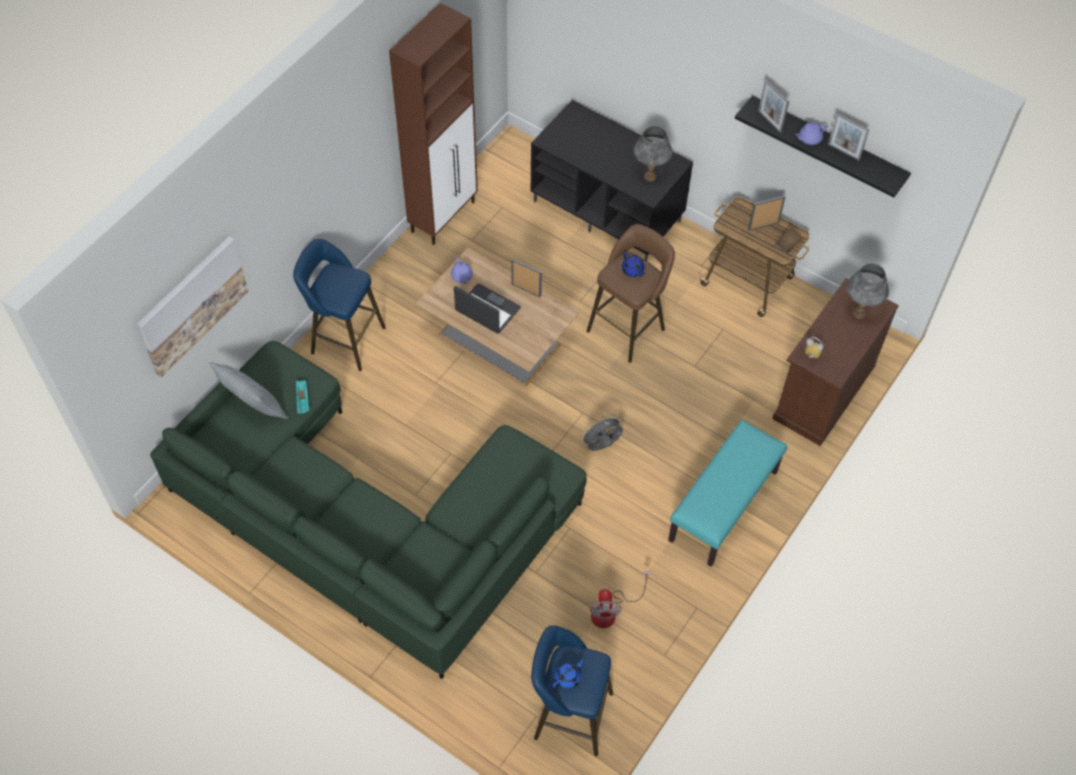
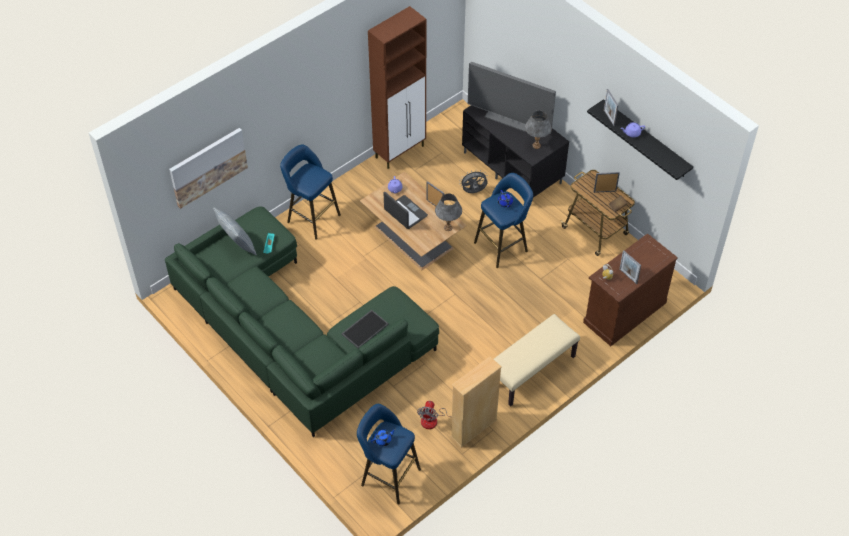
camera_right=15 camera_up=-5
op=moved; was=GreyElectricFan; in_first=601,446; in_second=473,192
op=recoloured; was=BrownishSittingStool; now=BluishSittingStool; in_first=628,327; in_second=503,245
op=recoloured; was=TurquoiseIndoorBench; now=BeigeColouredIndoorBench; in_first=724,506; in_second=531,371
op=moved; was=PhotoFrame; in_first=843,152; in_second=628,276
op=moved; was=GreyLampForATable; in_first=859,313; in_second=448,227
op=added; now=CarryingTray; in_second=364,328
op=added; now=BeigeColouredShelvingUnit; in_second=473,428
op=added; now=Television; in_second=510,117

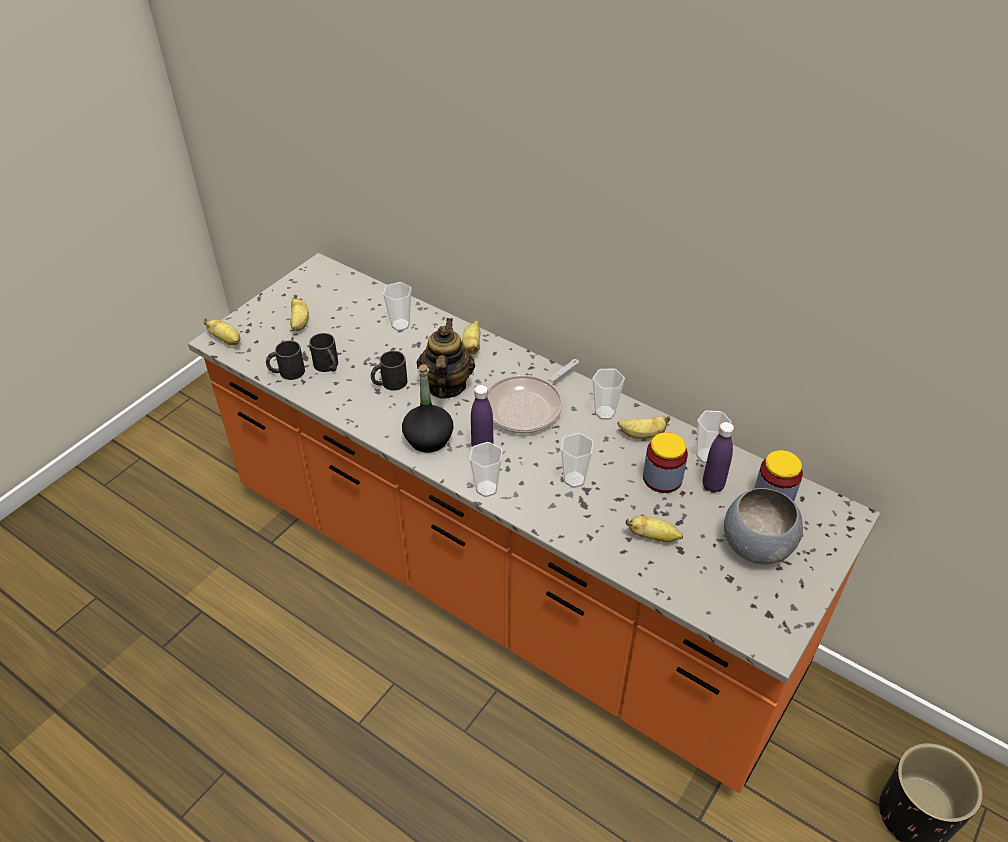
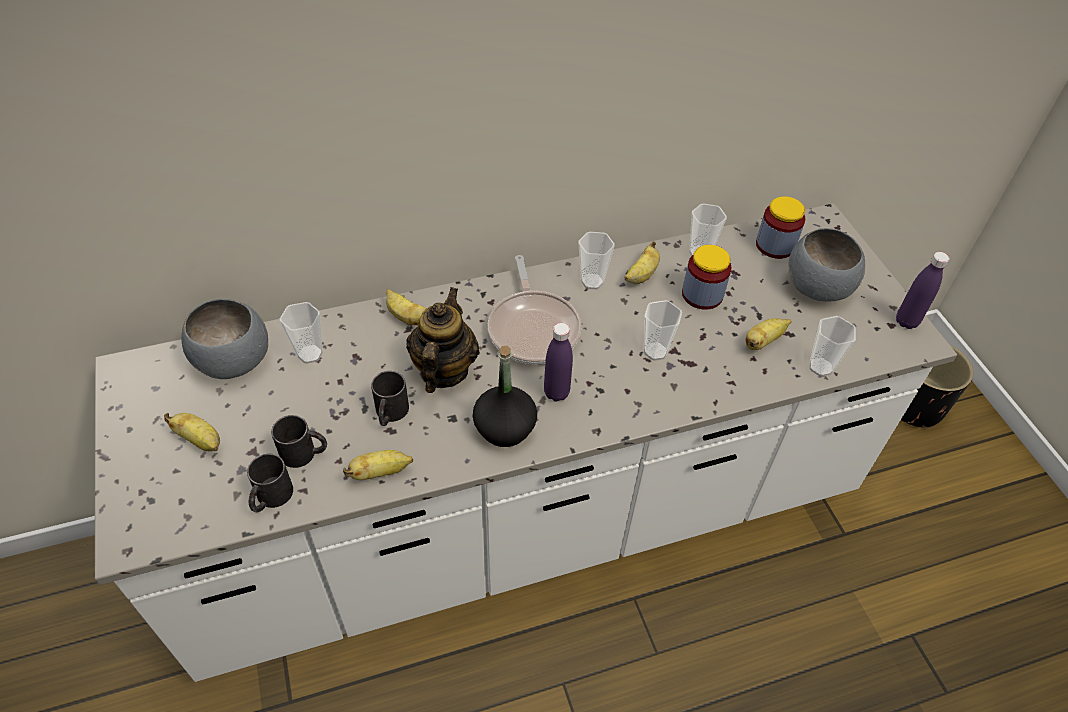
camera_right=-55 camera_up=5
op=recoloured; was=OrangeColouredKitchenBaseUnit; now=WhitishKitchenBaseUnit; in_first=504,582; in_second=527,517
op=moved; was=Banana; in_first=227,340; in_second=380,472
op=turned; was=Teapot; in_first=446,386; in_second=443,370; clockwise=60
op=moved; was=SmallCup; in_first=486,488; in_second=820,367
op=moved; was=PurplishDrinkBottle; in_first=712,485; in_second=906,321
op=added; now=GreyDeepDish; in_second=233,361

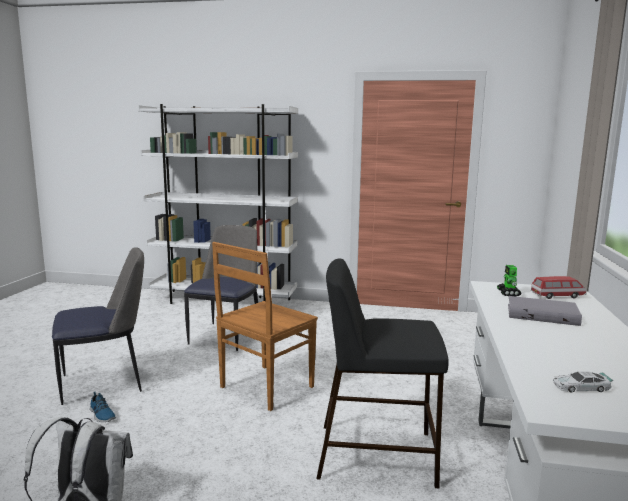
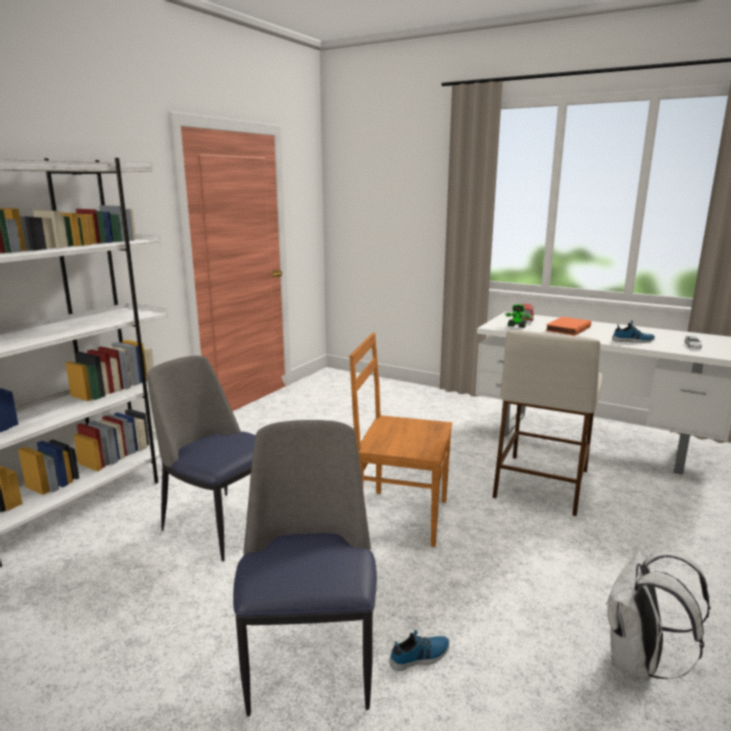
camera_right=-70 camera_up=5
op=turned; was=BrownishChair; in_first=265,388; in_second=400,516; clockwise=135
op=recoloured; was=BlackishSittingStool; now=BeigeColouredSittingStool; in_first=378,454; in_second=541,482
op=recoloured; was=GreyBoundBook; now=OrangeColouredBoundBook; in_first=542,314; in_second=567,329
op=added; now=Shoe; in_second=633,341

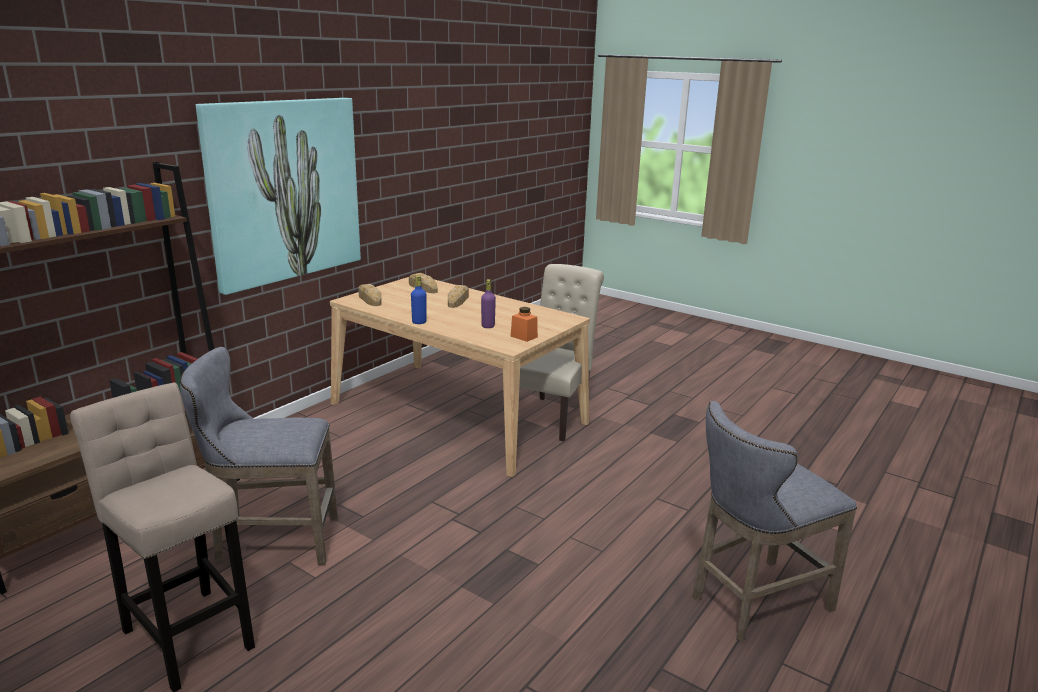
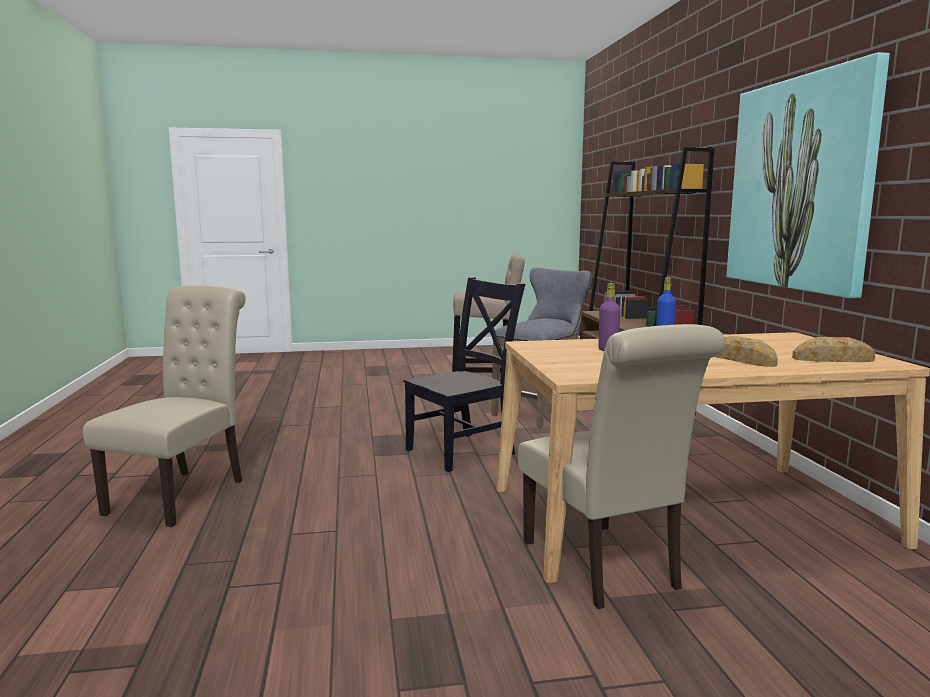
camera_right=135 camera_up=-10
op=removed; was=BakeryBread; in_first=369,299
op=removed; was=OrangeColouredPreserveJar; in_first=524,336
op=replaced; was=GreySittingStool; now=BeigeColouredChair; in_first=753,603; in_second=183,493
op=added; now=BlackishChair; in_second=464,451

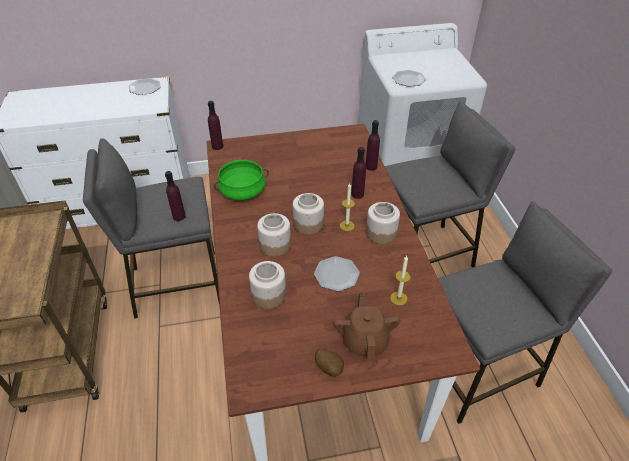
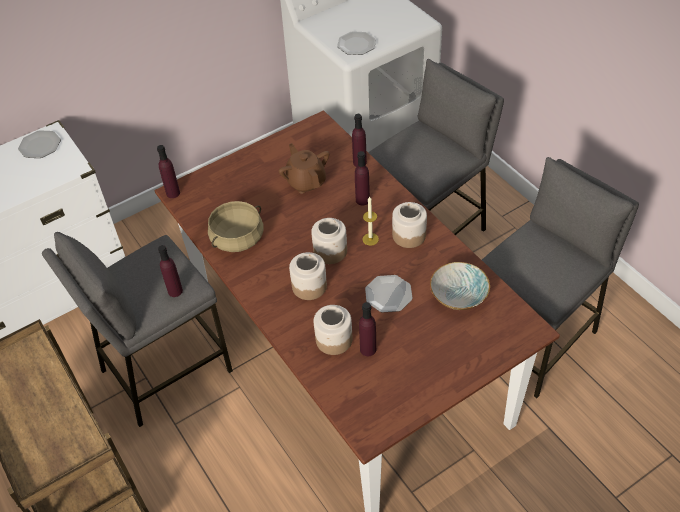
camera_right=-20 camera_up=5
op=recoloured; was=GreenColouredCookingPot; now=BeigeColouredCookingPot; in_first=242,192; in_second=237,239
op=removed; was=Potato; in_first=330,368
op=moved; was=BrownishTeapot; in_first=365,340; in_second=306,182
op=replaced; was=WaxLight; now=DeepDish; in_first=398,298; in_second=459,296
op=added; now=PurplishDrinkBottle; in_second=368,349

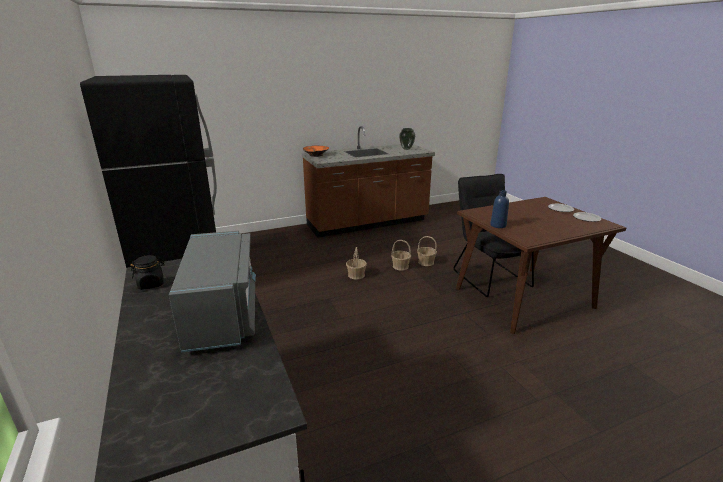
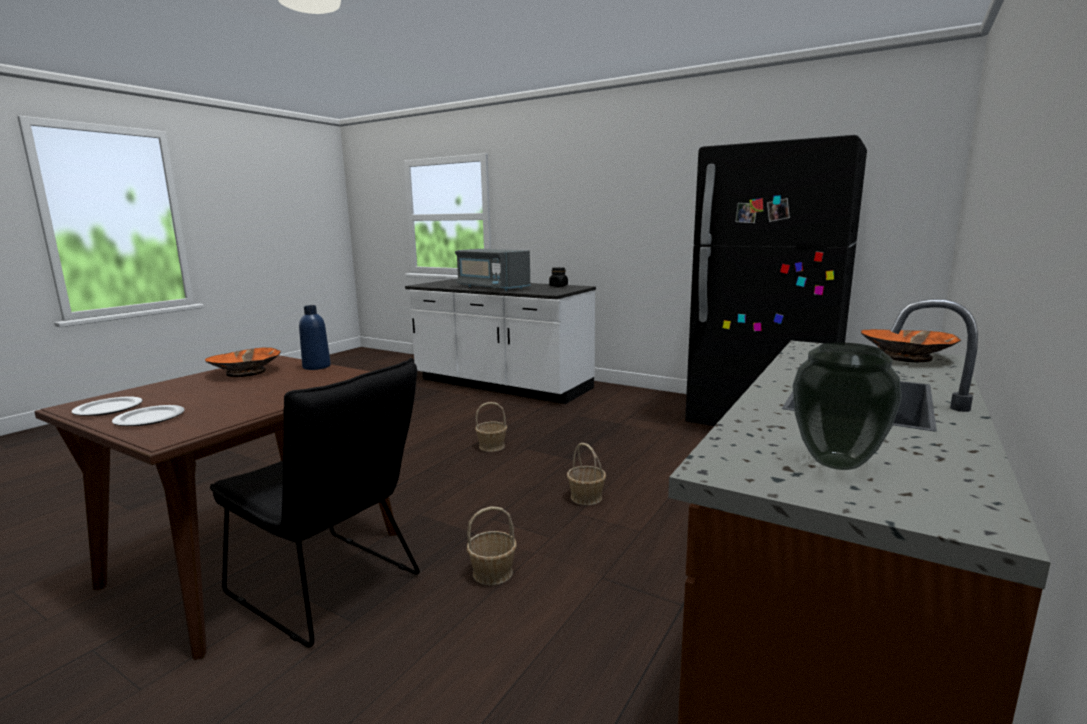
camera_right=145 camera_up=-10
op=moved; was=StorageBasket; in_first=400,266; in_second=492,446
op=added; now=OrangeColouredDeepDish; in_second=246,372

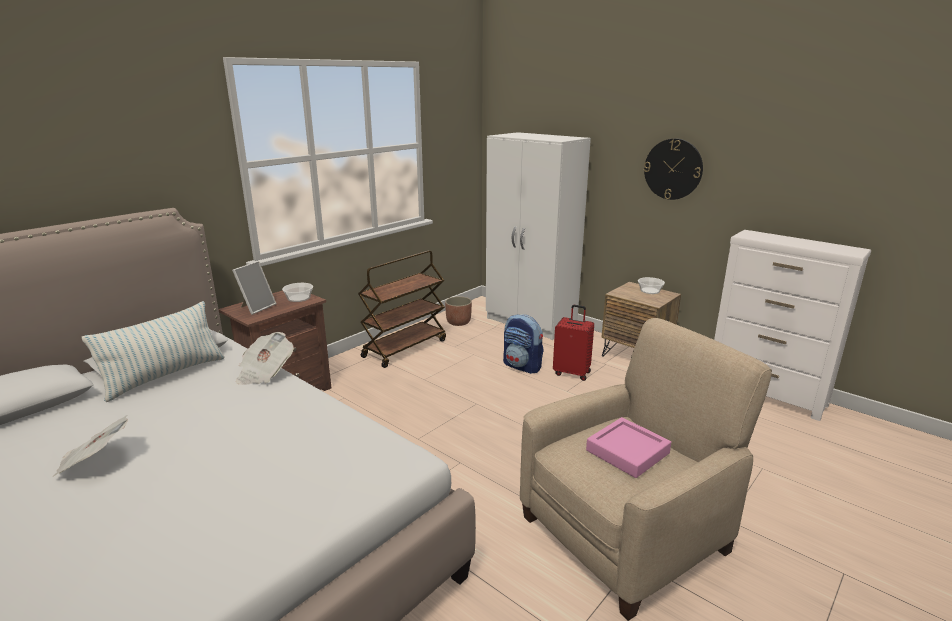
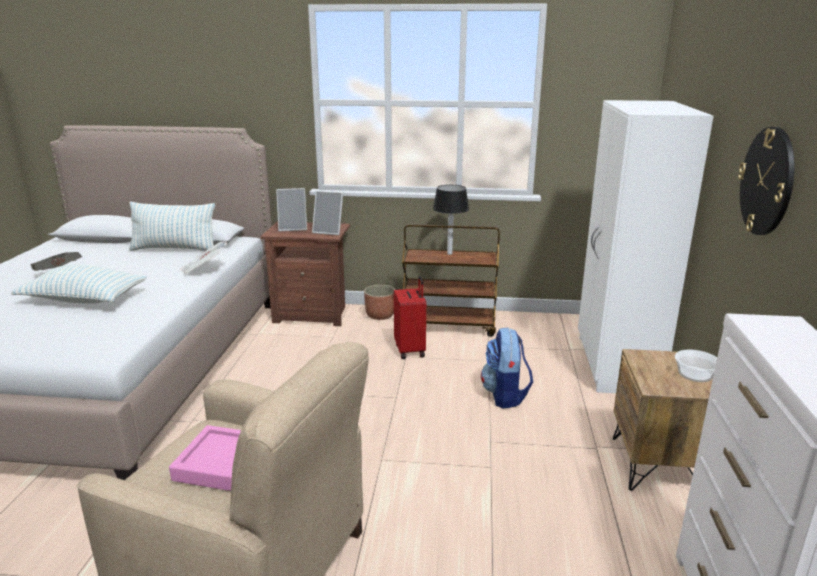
camera_right=55 camera_up=0
op=replaced; was=DeepDish; now=PhotoFrame; in_first=299,298; in_second=329,231
op=moved; was=Planter; in_first=458,322; in_second=380,315
op=moved; was=ReddishTravelCase; in_first=572,373; in_second=410,350
op=added; now=Cushion; in_second=84,300
op=added; now=LampForATable; in_second=450,253

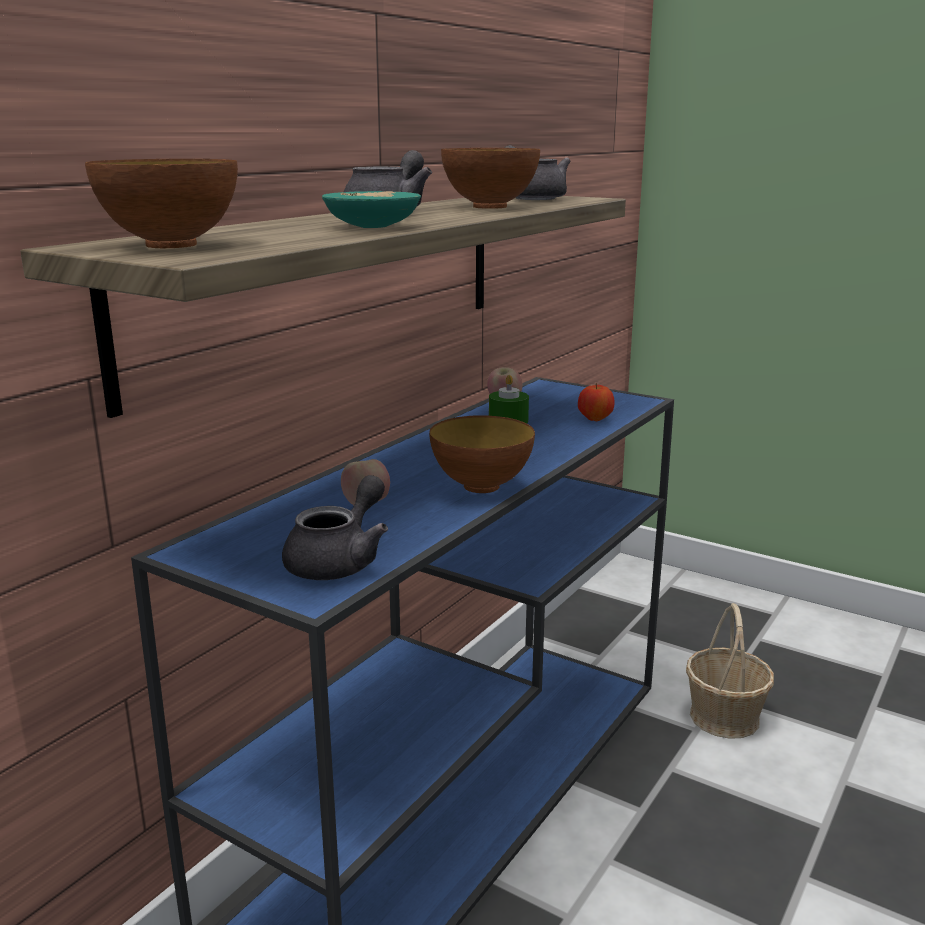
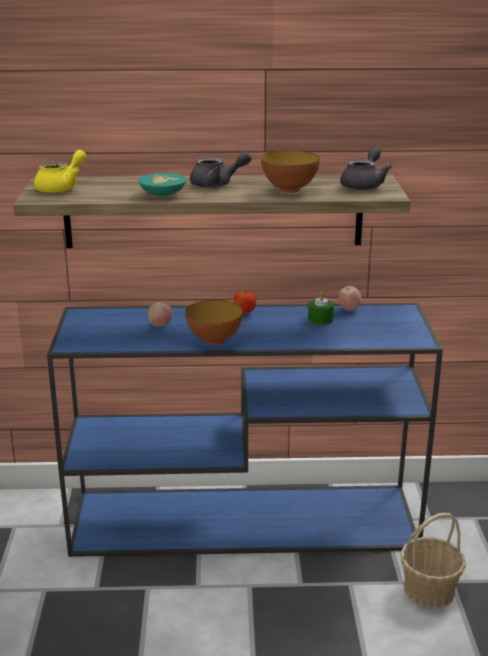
camera_right=55 camera_up=5
op=replaced; was=DeepDish; now=YellowColouredTeapot; in_first=171,245; in_second=62,188
op=removed; was=GreyTeapot; in_first=340,561
op=moved; was=Apple; in_first=595,420; in_second=244,312

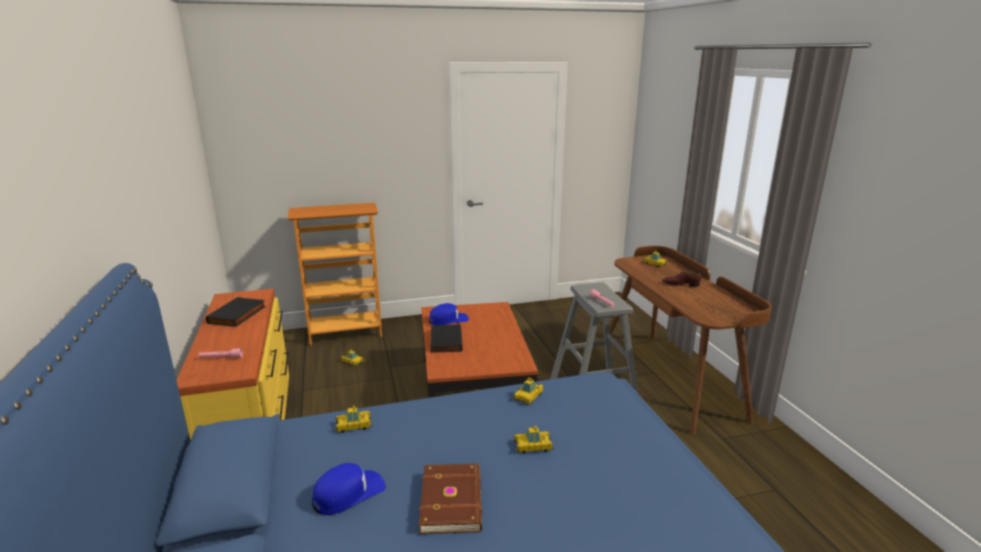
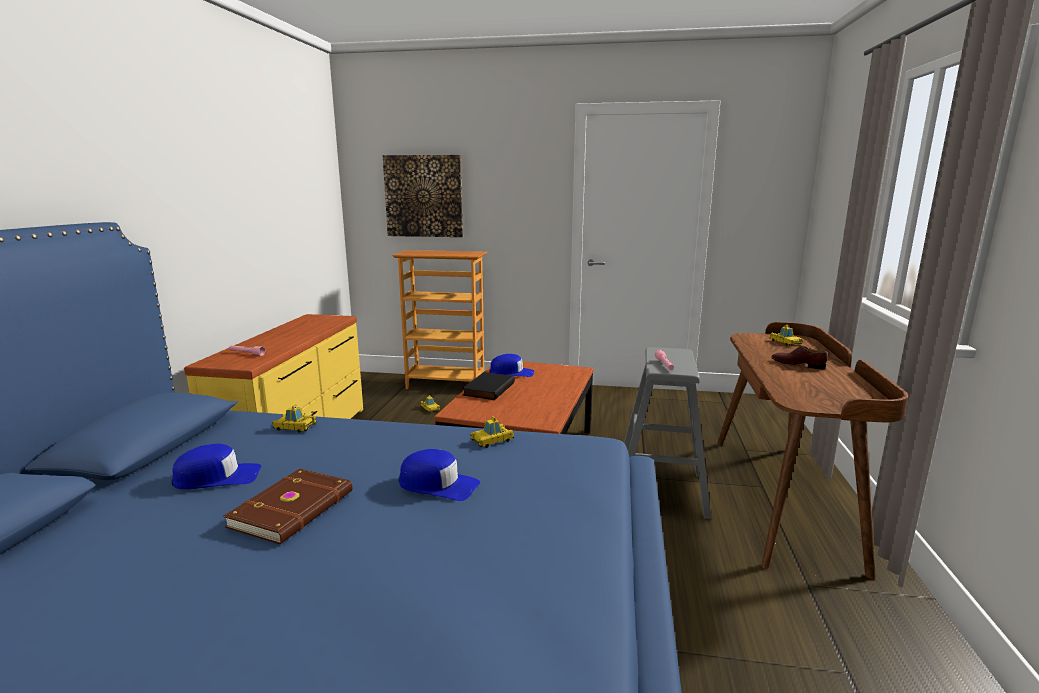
camera_right=25 camera_up=-5
op=removed; was=BlackishBoundBook; in_first=238,315
op=replaced; was=ModelCar; now=BluishPeakedCap; in_first=533,446; in_second=438,485
op=added; now=WallPicture; in_second=424,196

